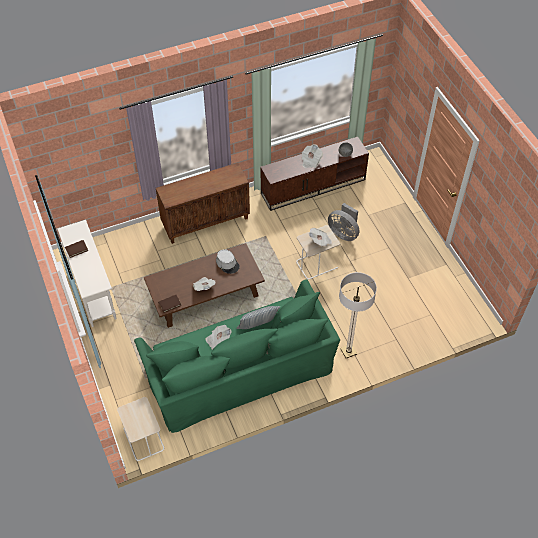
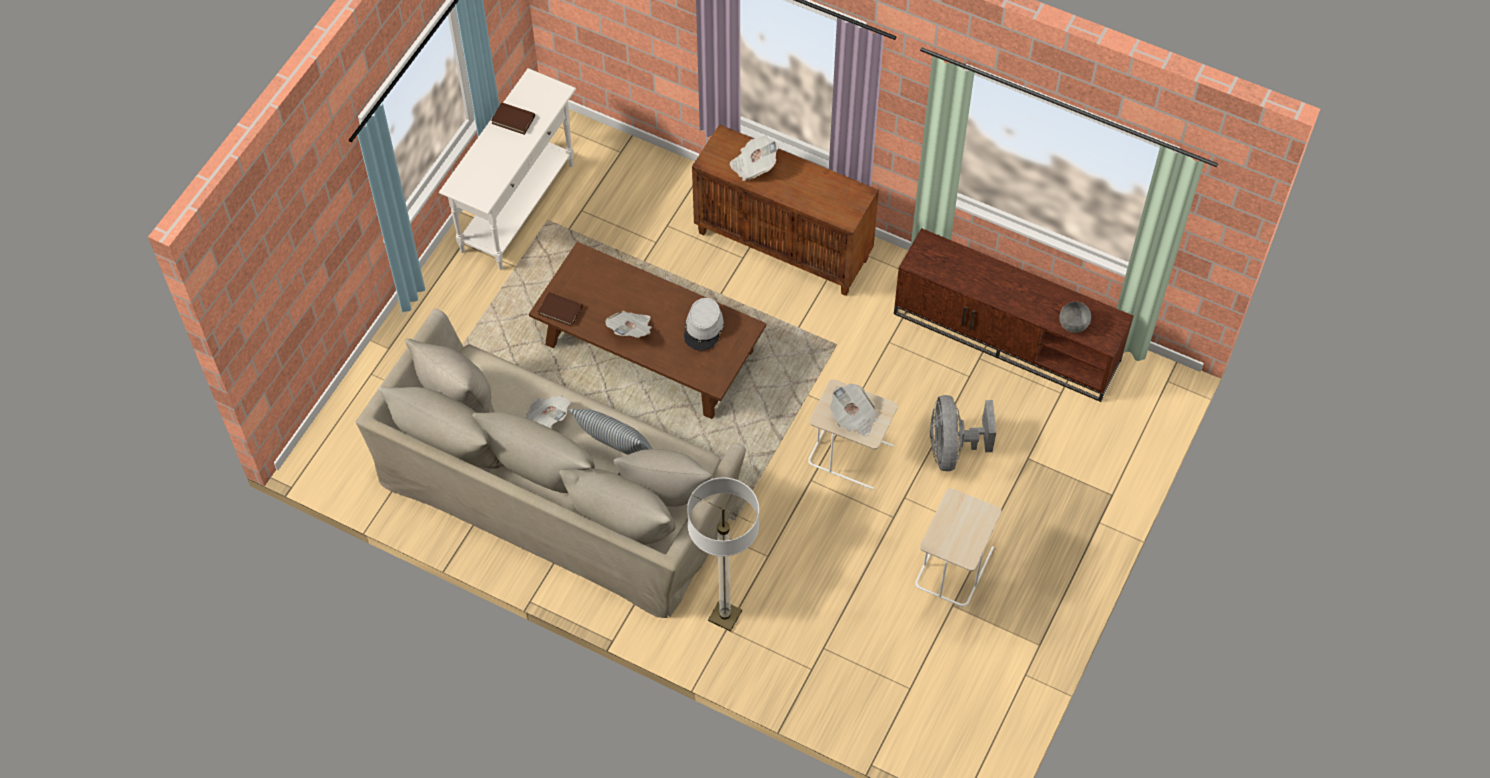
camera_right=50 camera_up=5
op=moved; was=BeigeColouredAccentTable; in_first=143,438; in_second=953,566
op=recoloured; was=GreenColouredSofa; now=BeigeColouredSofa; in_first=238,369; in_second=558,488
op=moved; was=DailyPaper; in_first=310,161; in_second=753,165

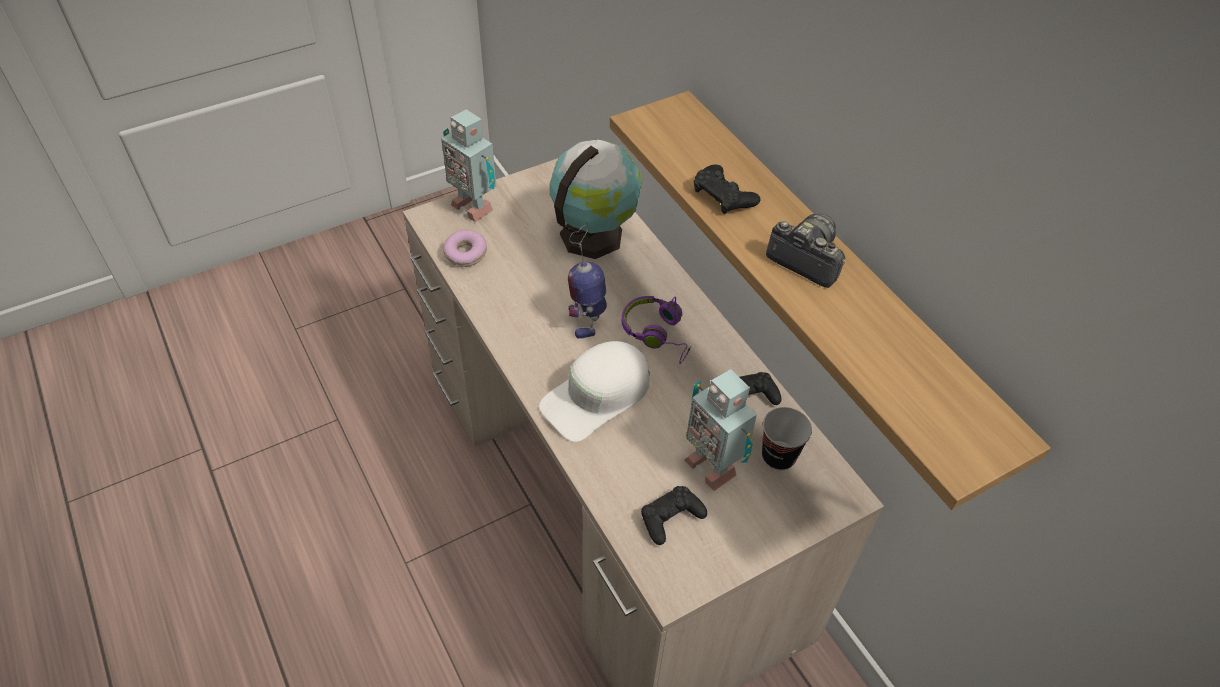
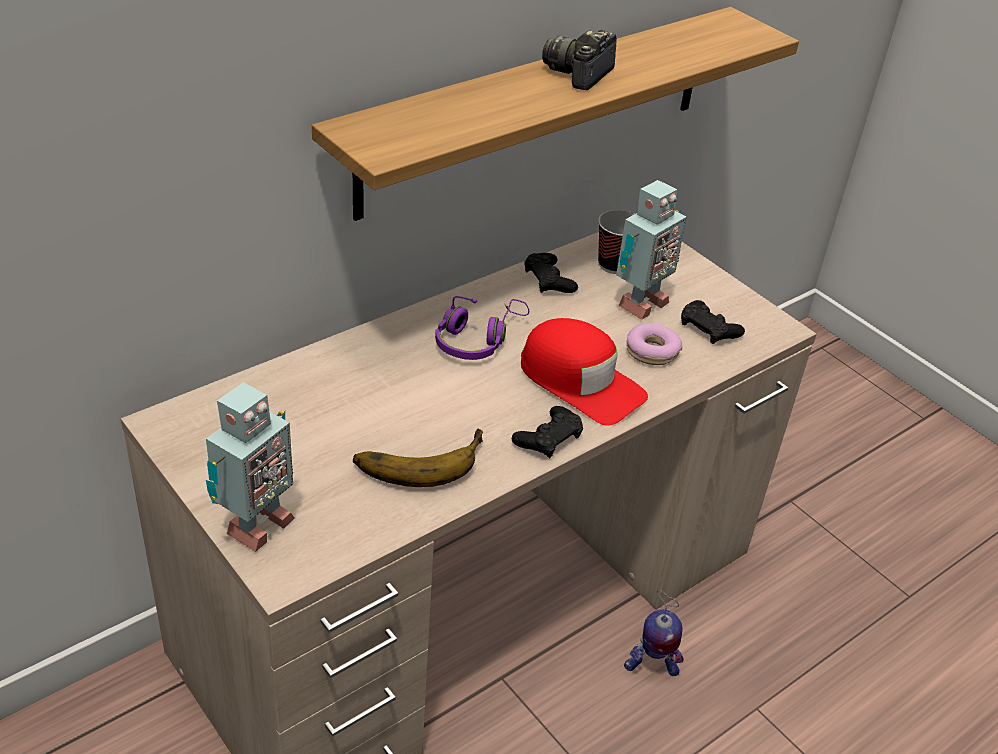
camera_right=-100 camera_up=-10
op=moved; was=RingDoughnut; in_first=465,253; in_second=652,351
op=recoloured; was=WhitishPeakedCap; now=ReddishPeakedCap; in_first=597,396; in_second=580,381
op=removed; was=Globe; in_first=594,233
op=moved; was=ToyRobot; in_first=587,319; in_second=650,667
op=moved; was=BlackishGamepad; in_first=723,196; in_second=548,438
op=added; now=Banana; in_second=418,458

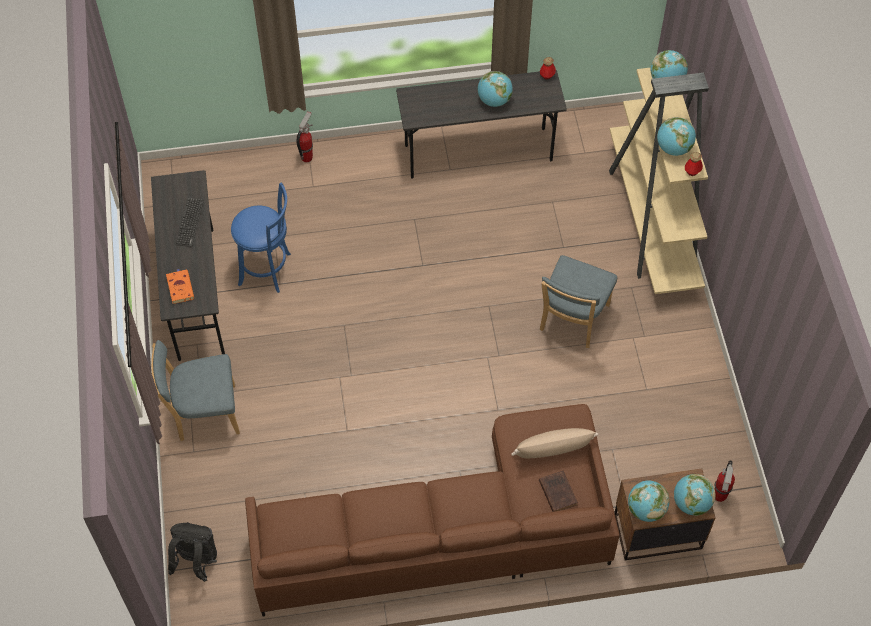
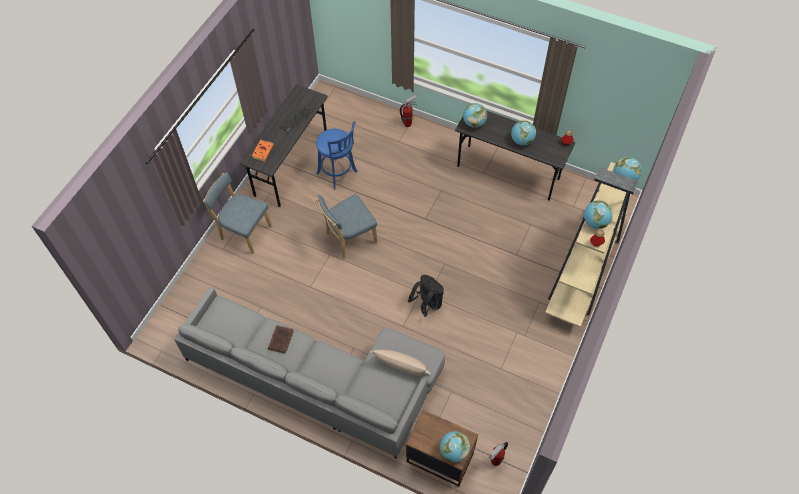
camera_right=35 camera_up=0
op=moved; was=BlackishBackpack; in_first=196,562; in_second=427,304
op=recoloured; was=BrownishSofa; now=GreySofa; in_first=448,532; in_second=319,379
op=moved; was=BrownishBoundBook; in_first=557,492; in_second=281,339
op=moved; was=BluishChair; in_first=572,320; in_second=349,238
op=moved; was=Globe; in_first=646,509; in_second=474,123

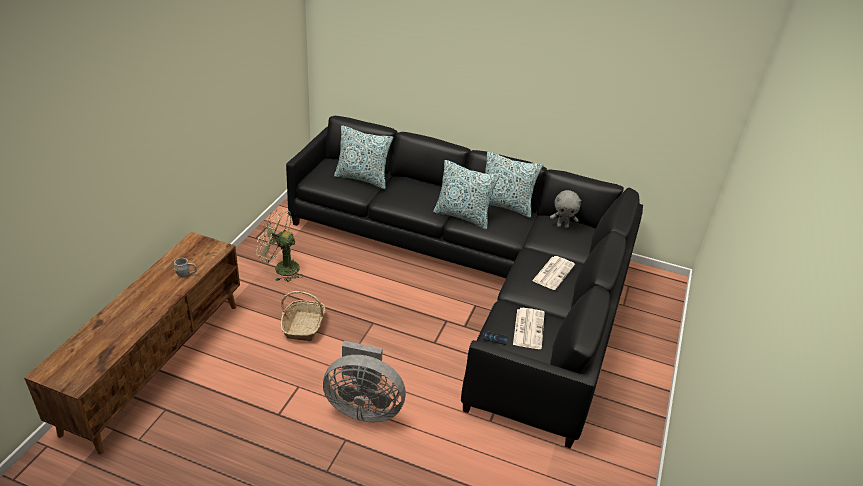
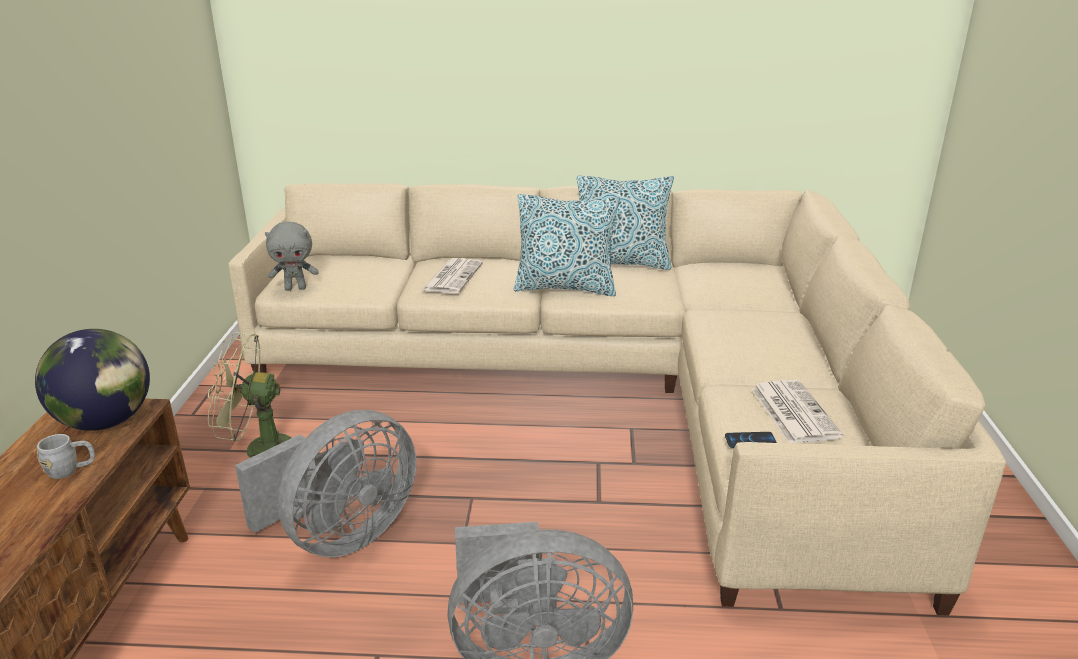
camera_right=-15 camera_up=-10
op=replaced; was=StorageBasket; now=GreyElectricFan; in_first=304,326; in_second=341,536
op=recoloured; was=BlackishSofa; now=BeigeColouredSofa; in_first=479,277; in_second=611,388
op=removed; was=Cushion; in_first=362,178
op=moved; was=DailyPaper; in_first=553,272; in_second=452,276
op=moved; was=GreyCuddlyToy; in_first=562,226; in_second=296,288
op=added; now=Globe; in_second=106,422

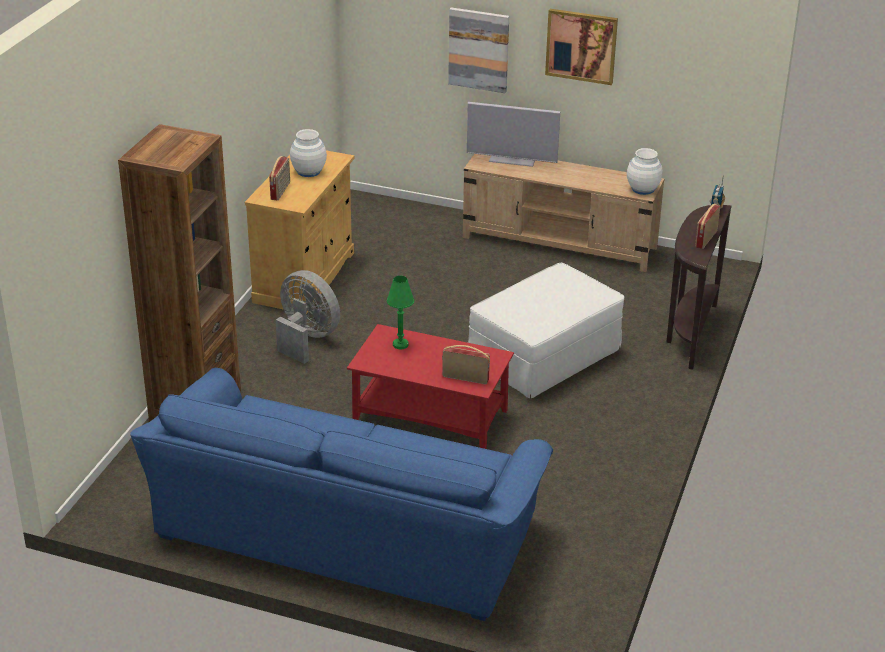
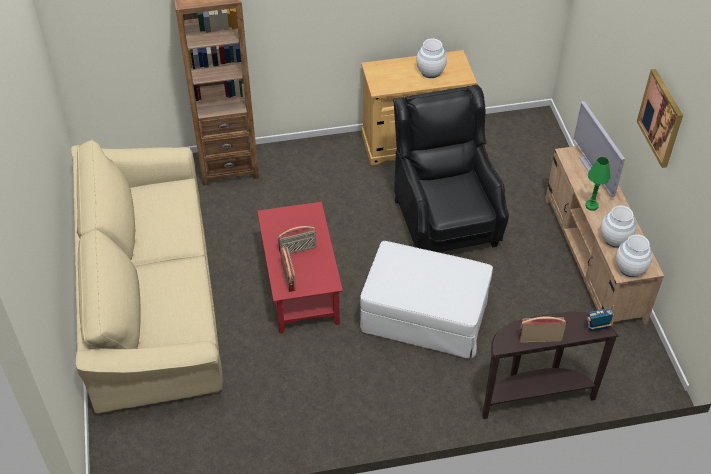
camera_right=60 camera_up=15
op=recoloured; was=BluishSofa; now=BeigeColouredSofa; in_first=347,528; in_second=151,298
op=moved; was=RadioSet; in_first=281,191; in_second=298,249
op=removed; was=GreyElectricFan; in_first=306,339
op=moved; was=GreenColouredLampForATable; in_first=400,345; in_second=591,206
op=removed; was=WallPicture; in_first=479,49
op=added; now=BlackishArmchair; in_second=444,220
op=added; now=WhitishFlowerVase; in_second=614,239

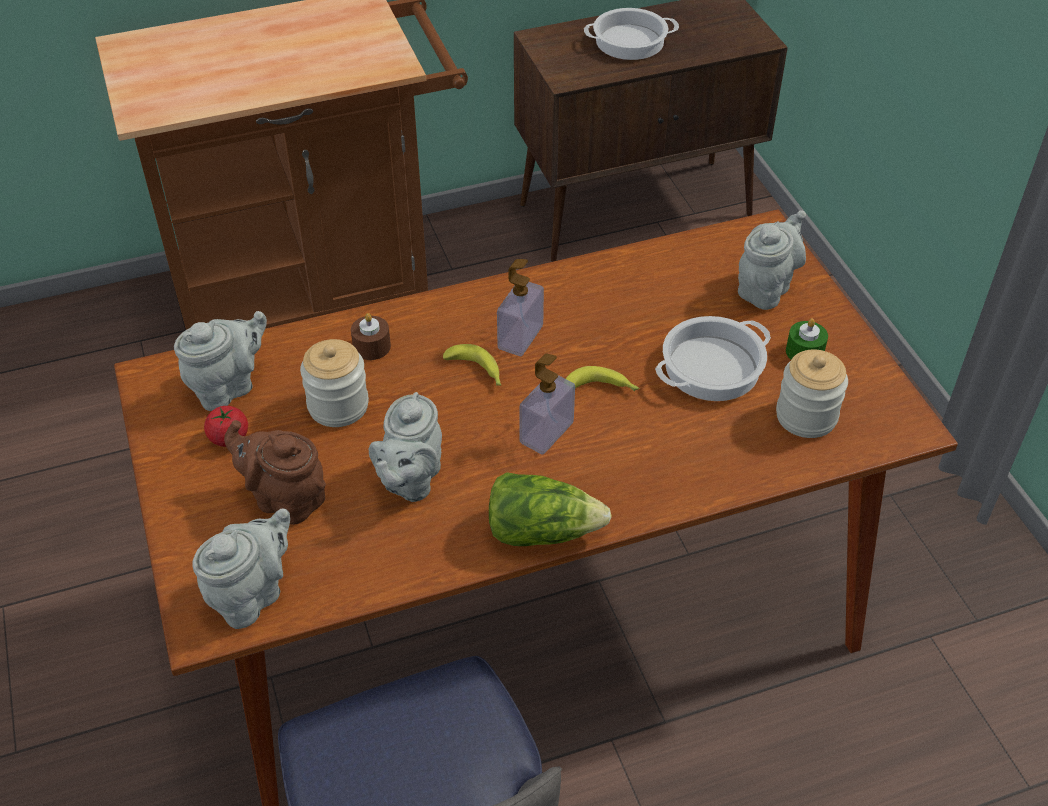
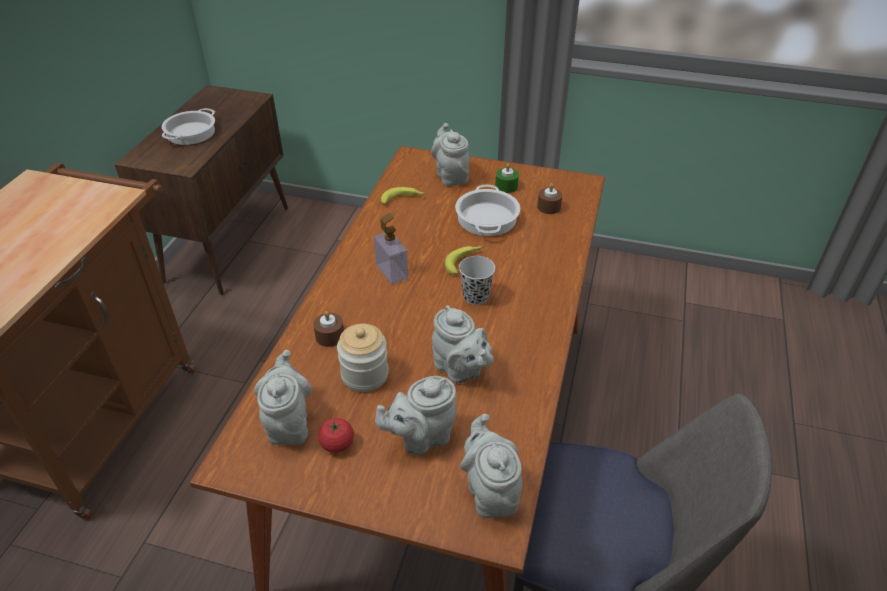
camera_right=-55 camera_up=-5
op=recoloured; was=BrownishTeapot; now=GreyTeapot; in_first=285,499; in_second=421,437
op=moved; was=Banana; in_first=477,371; in_second=403,199
op=removed; was=LettuceHead; in_first=542,530
op=replaced; was=SoapDispenser; now=BlackishSmallCup; in_first=546,432; in_second=475,297
op=replaced; was=PreserveJar; now=BrownishWaxLight; in_first=806,416; in_second=548,207

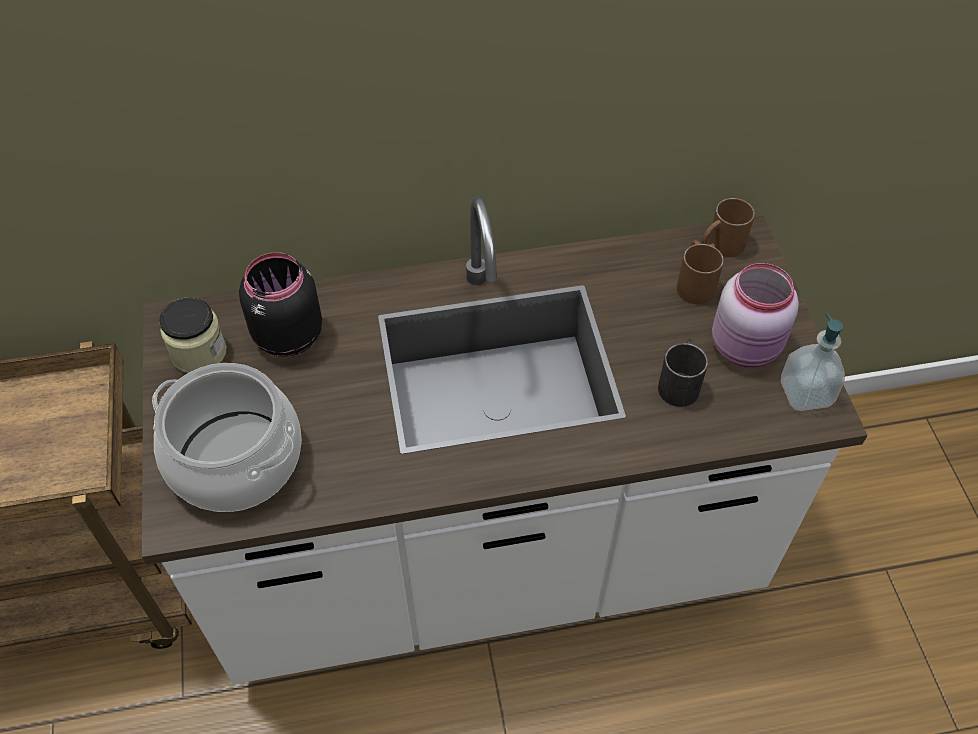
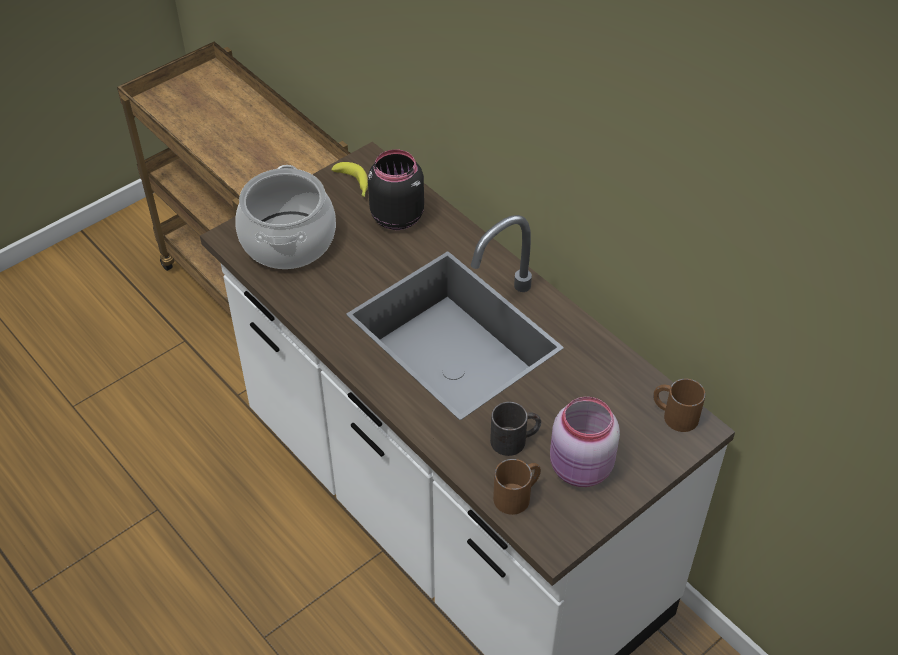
camera_right=60 camera_up=-5
op=replaced; was=PreserveJar; now=Banana; in_first=199,353; in_second=353,184
op=moved; was=BrownishMug; in_first=694,283; in_second=518,494
op=removed; was=SoapDispenser; in_first=805,393

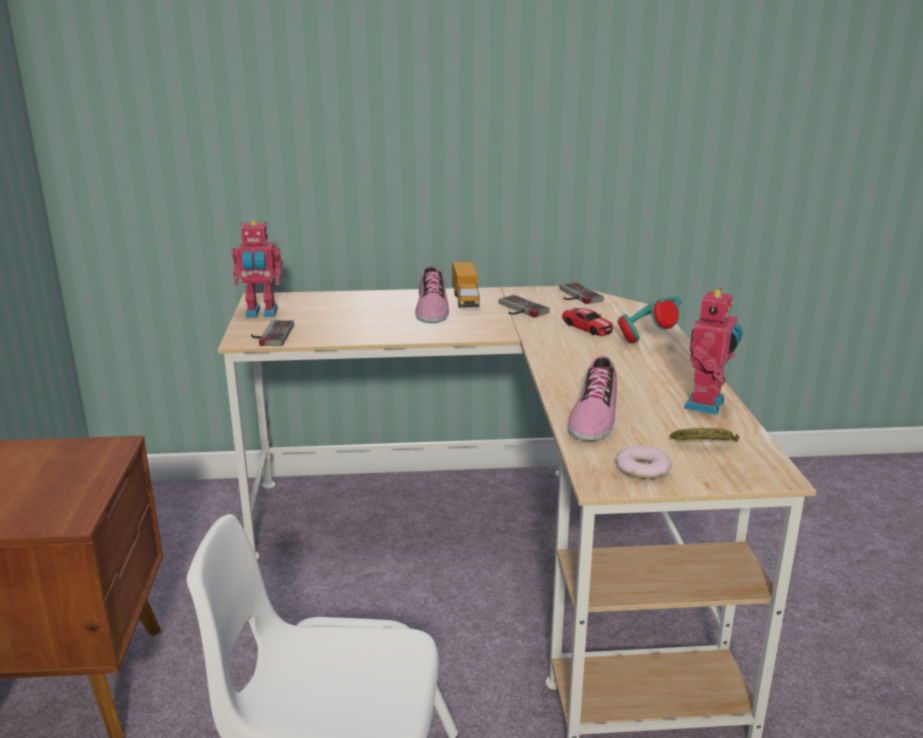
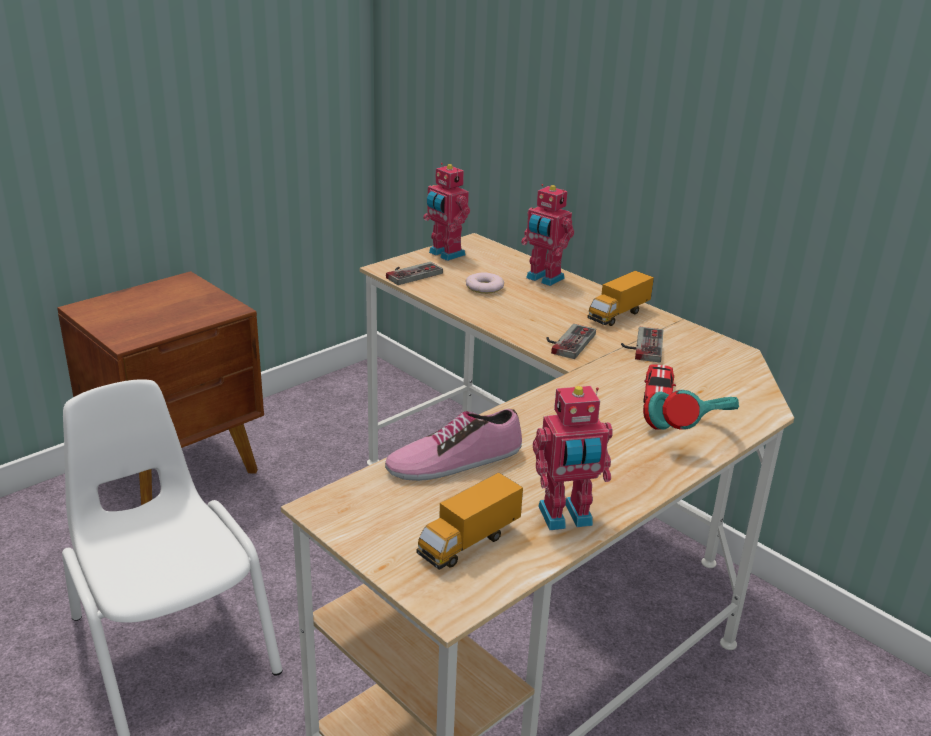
camera_right=50 camera_up=5
op=removed; was=Shoe; in_first=430,308
op=moved; was=Gamepad; in_first=575,296; in_second=566,341
op=moved; was=RingDoughnut; in_first=642,468; in_second=484,287
op=replaced; was=Banana; now=ToyTruck; in_first=706,445; in_second=469,543
op=added; now=ToyRobot; in_second=543,279

